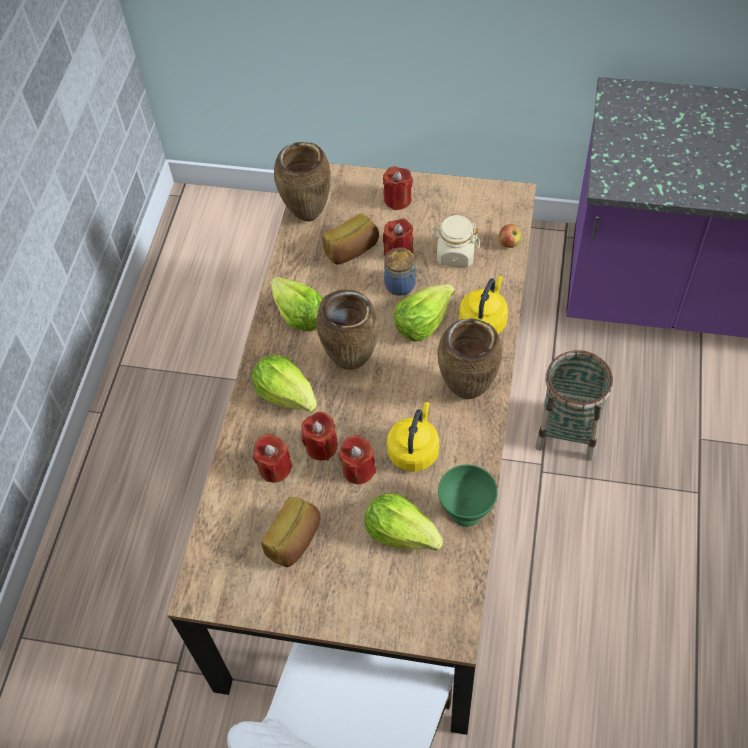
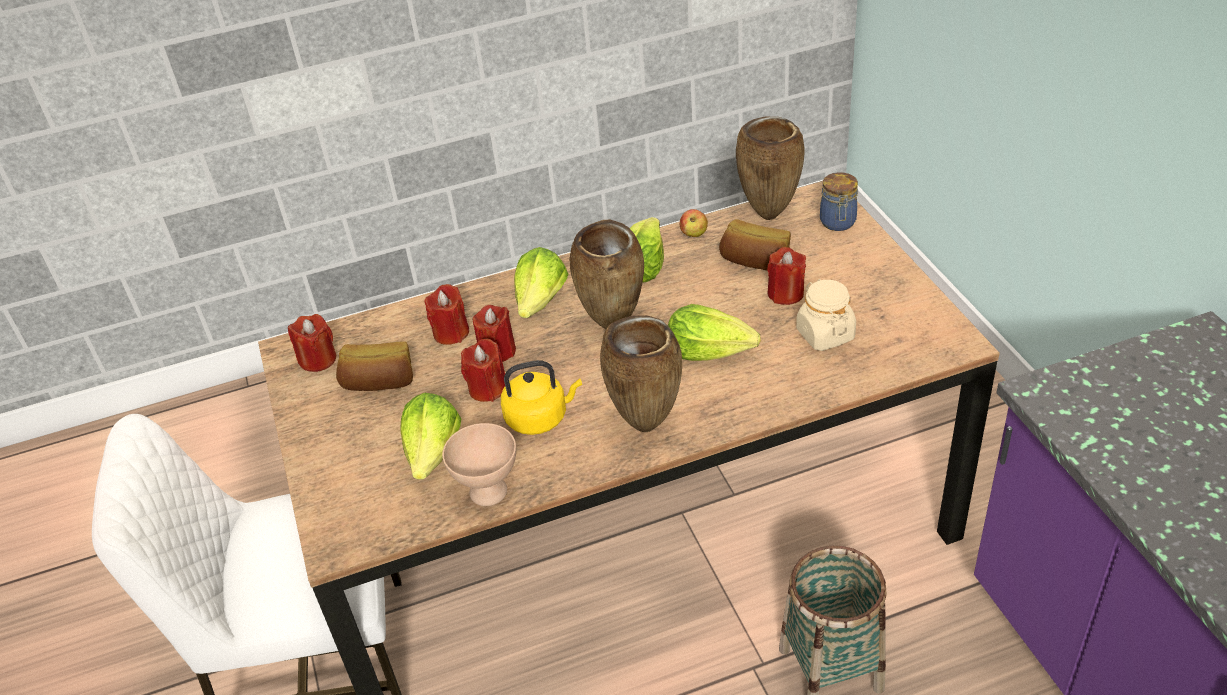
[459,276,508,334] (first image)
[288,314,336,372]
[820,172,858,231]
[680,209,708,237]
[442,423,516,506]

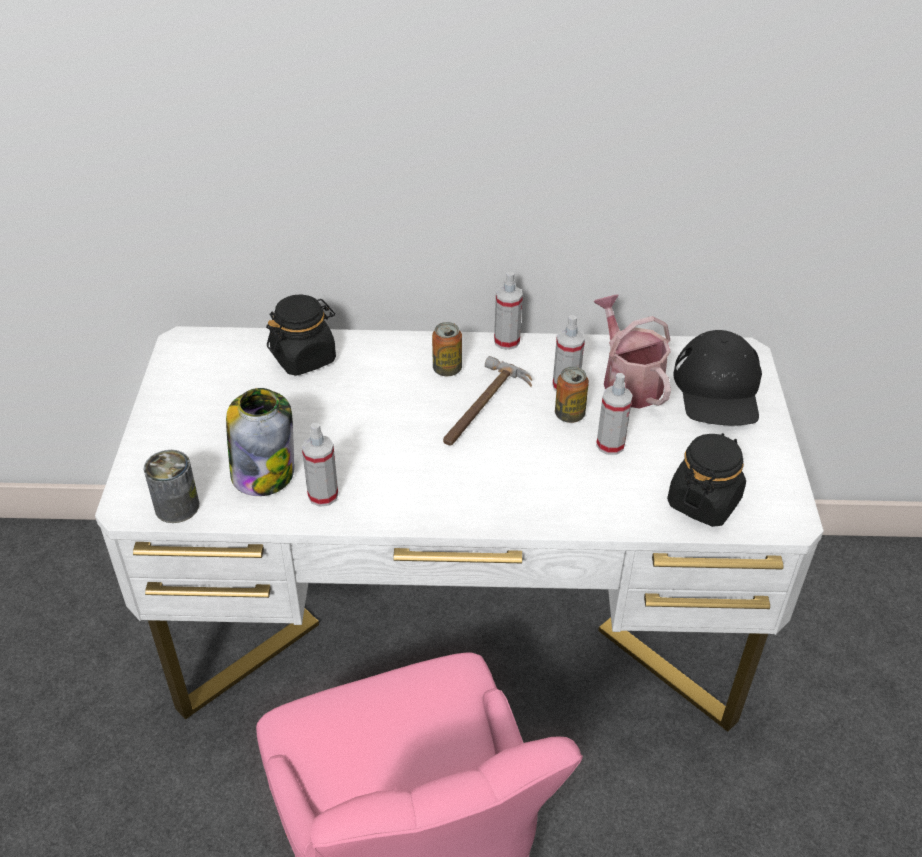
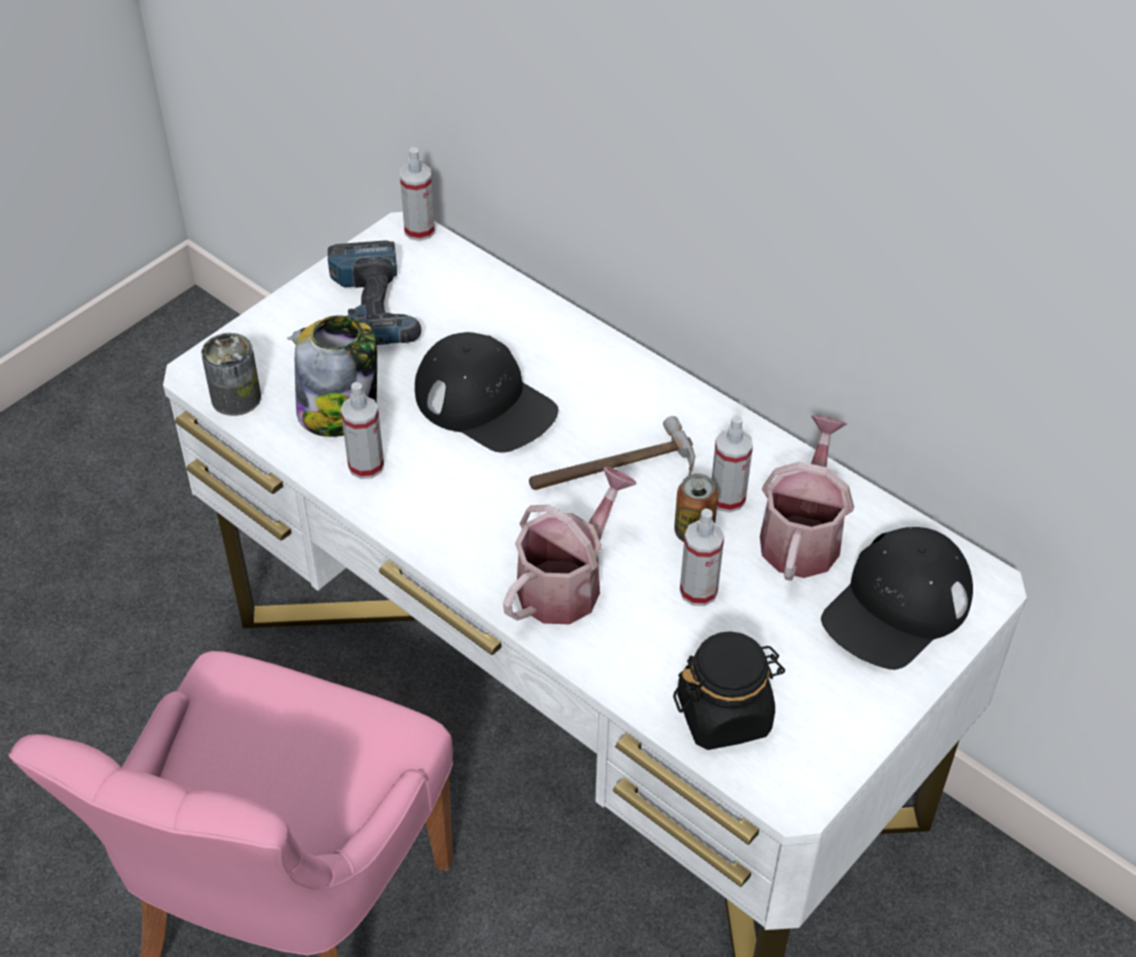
[266,294,336,376] (first image)
[432,322,462,376] (first image)
[288,240,421,345]
[415,332,558,453]
[503,467,636,624]
[400,147,435,241]

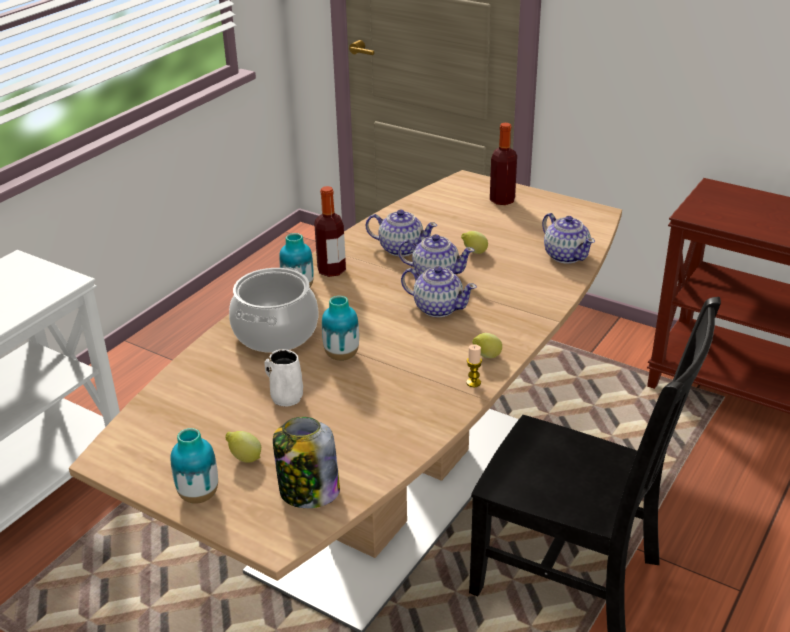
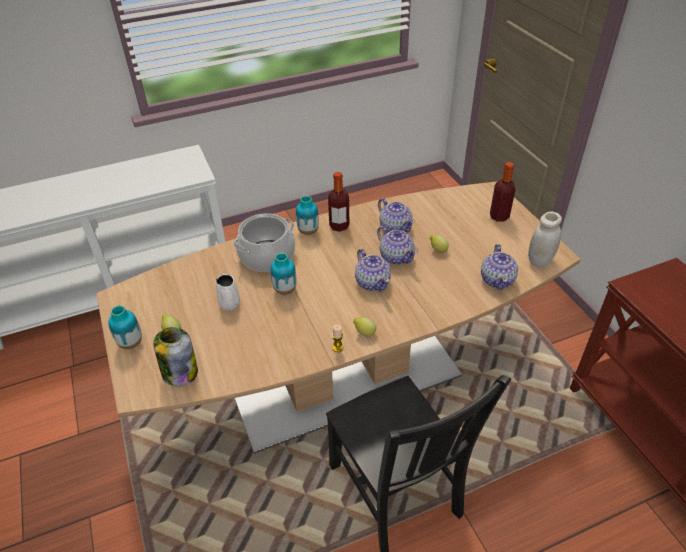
[528,212,562,268]

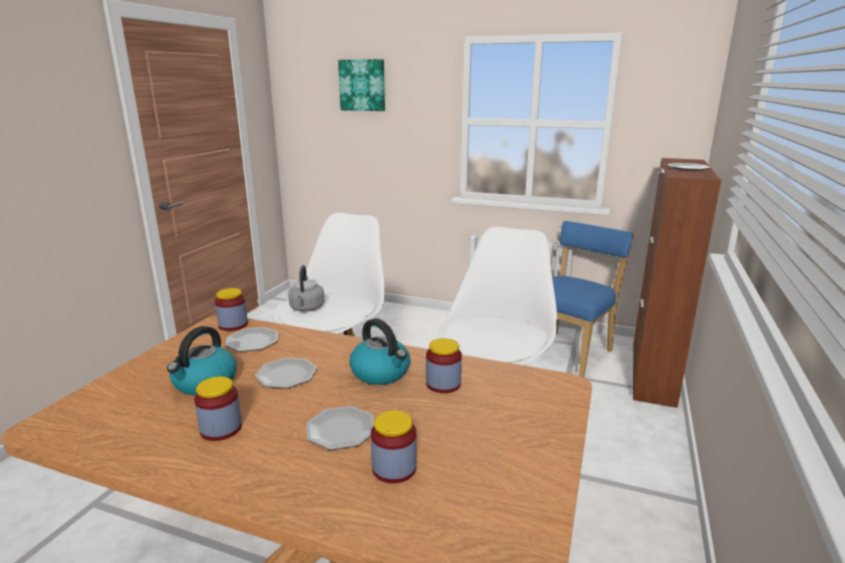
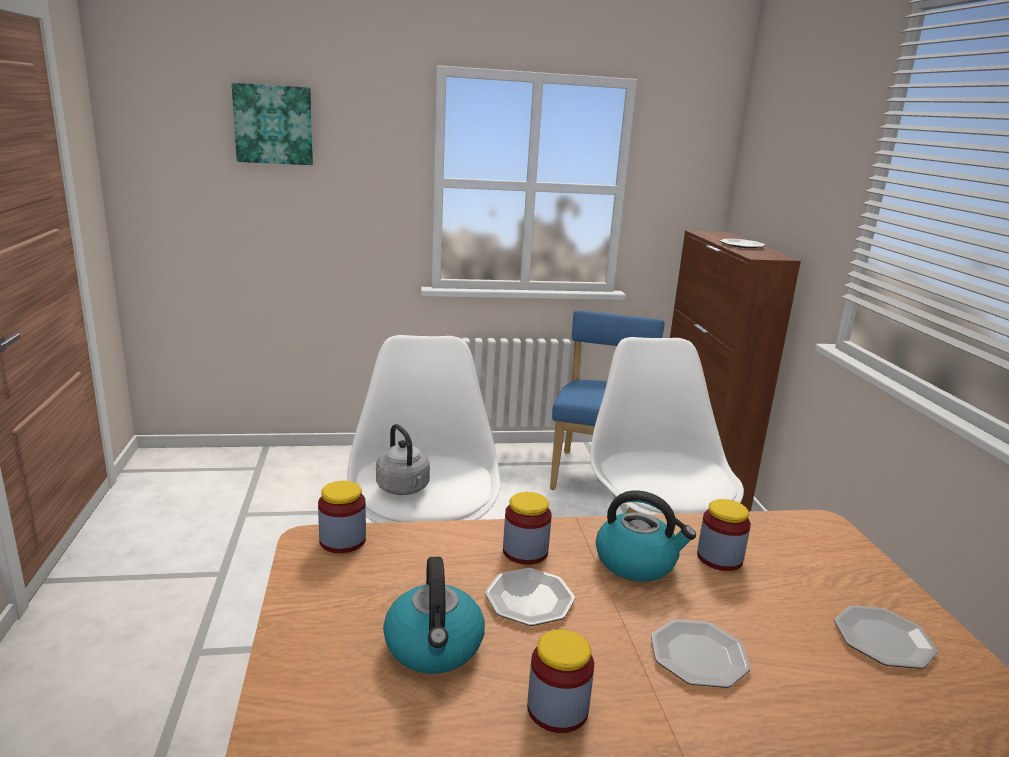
[834,605,938,669]
[503,492,552,565]

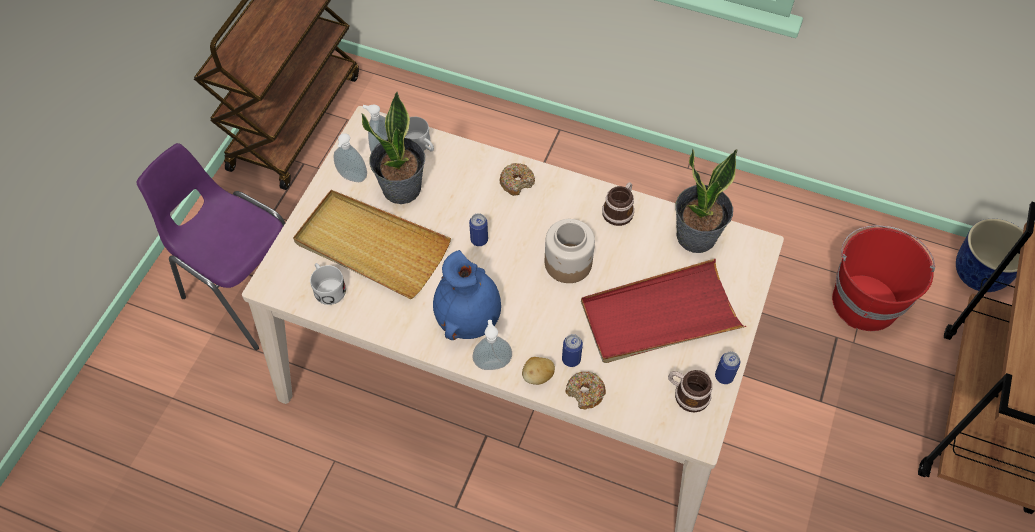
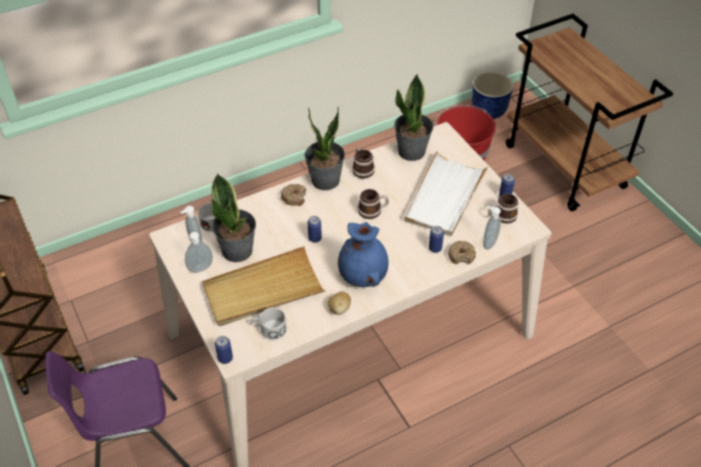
[215,336,233,364]
[305,107,345,190]
[483,206,501,250]
[328,291,351,315]
[358,189,389,219]
[404,151,489,236]

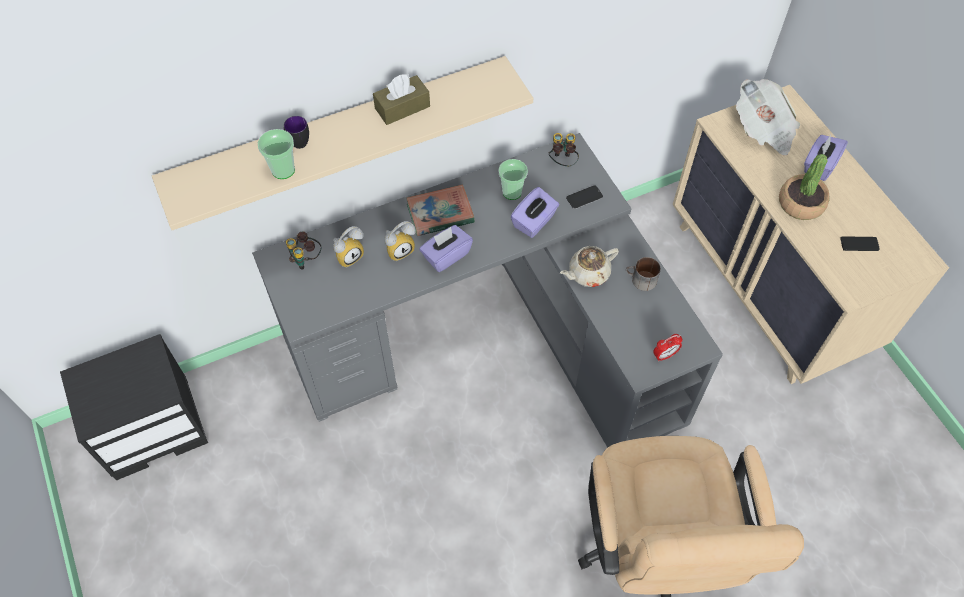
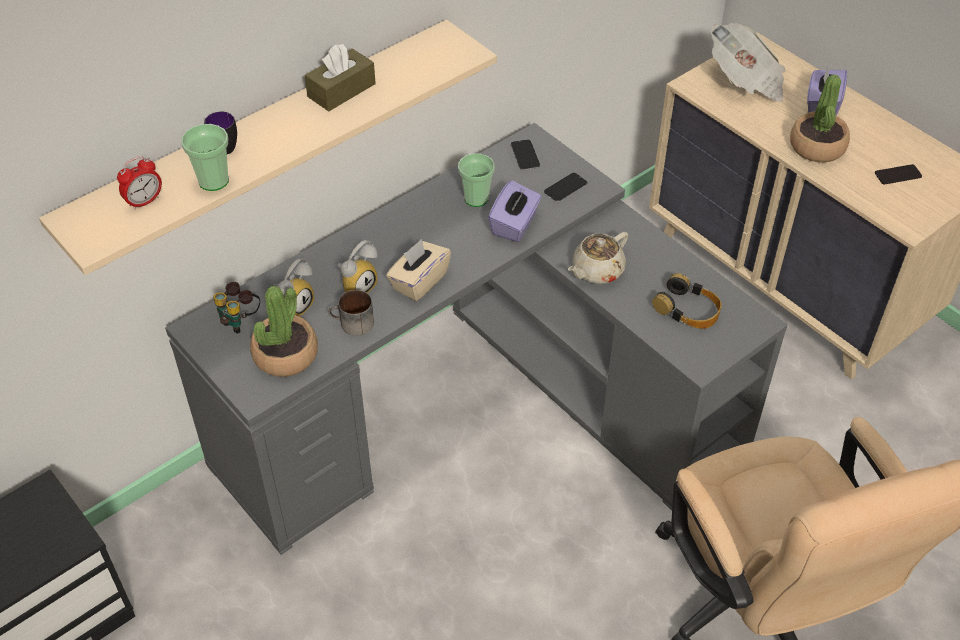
[406,184,475,236] (first image)
[250,286,318,377]
[652,273,722,329]
[328,290,374,336]
[117,156,162,210]
[511,140,540,170]
[386,239,451,301]

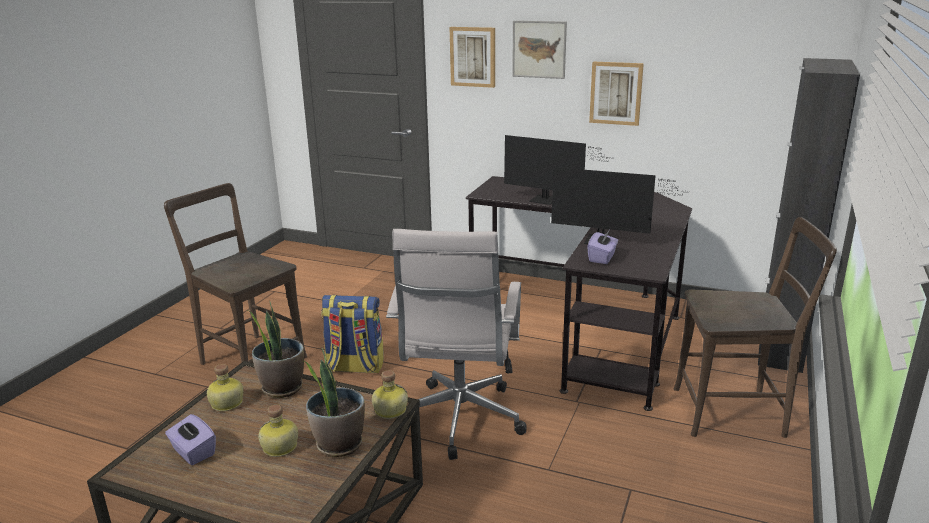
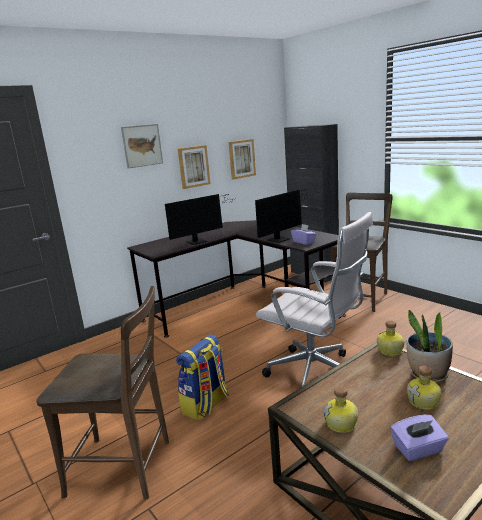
[248,302,304,398] (first image)
[228,139,256,180]
[36,286,169,500]

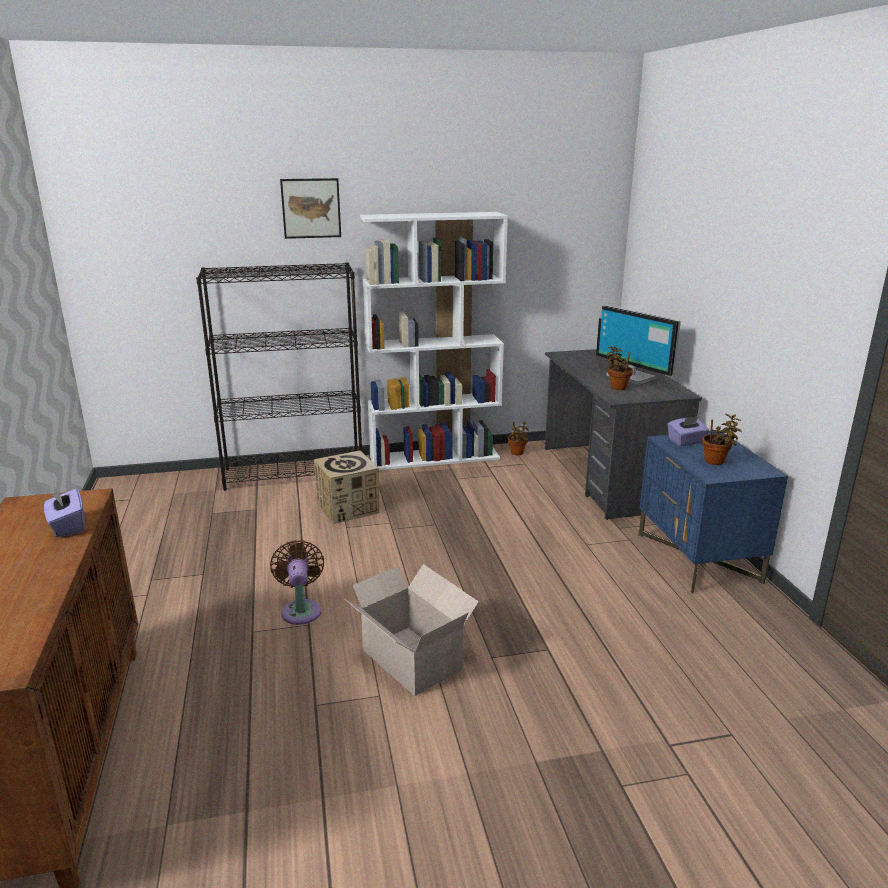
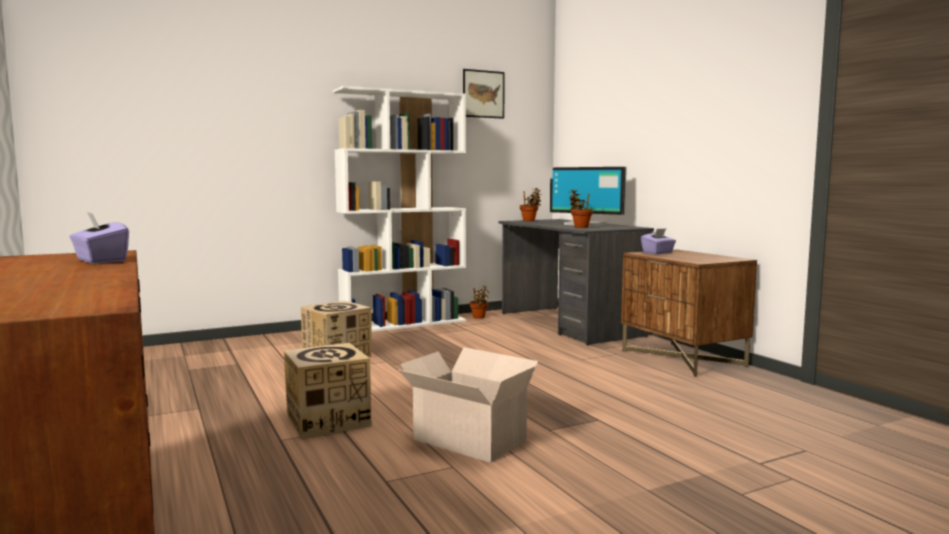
[196,262,362,491] (first image)
[463,69,505,119]
[520,188,543,221]
[284,343,372,439]
[621,249,757,377]

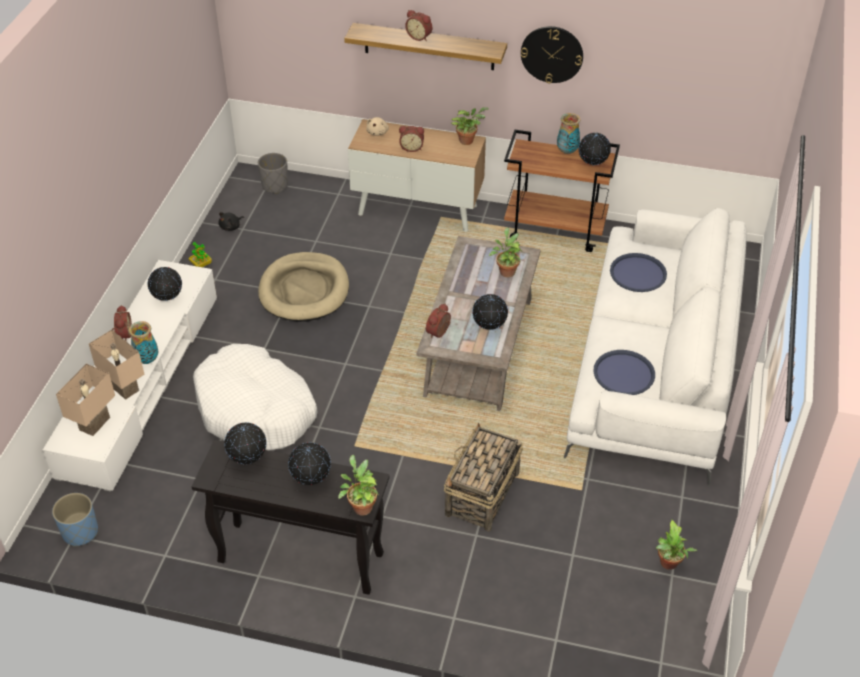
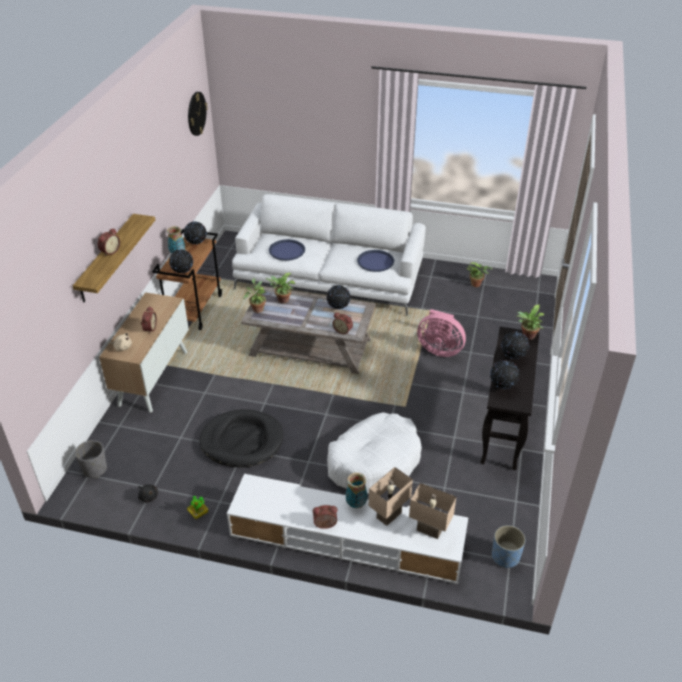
[169,249,193,273]
[243,278,267,313]
[188,92,208,136]
[417,309,466,357]
[199,409,283,467]

